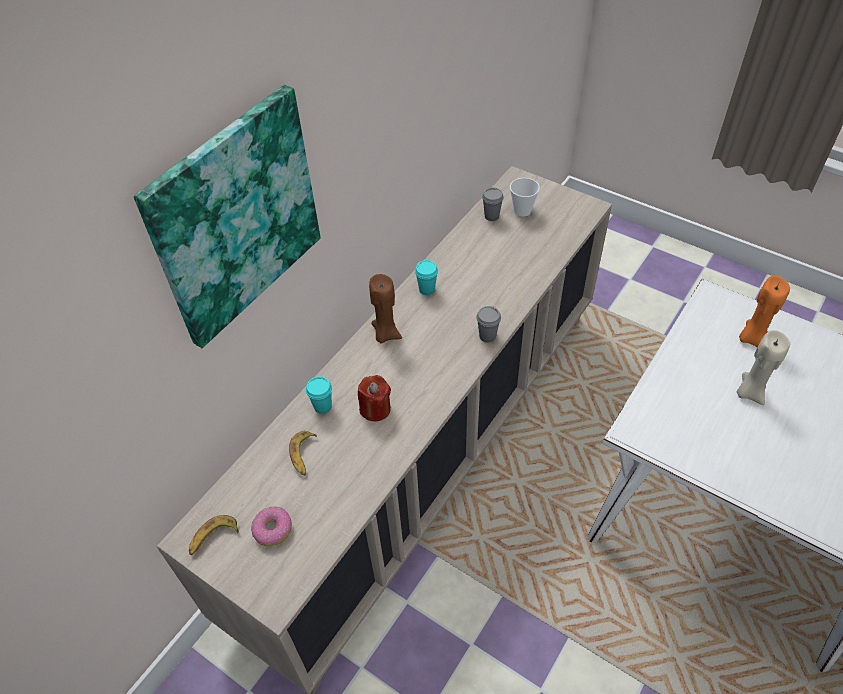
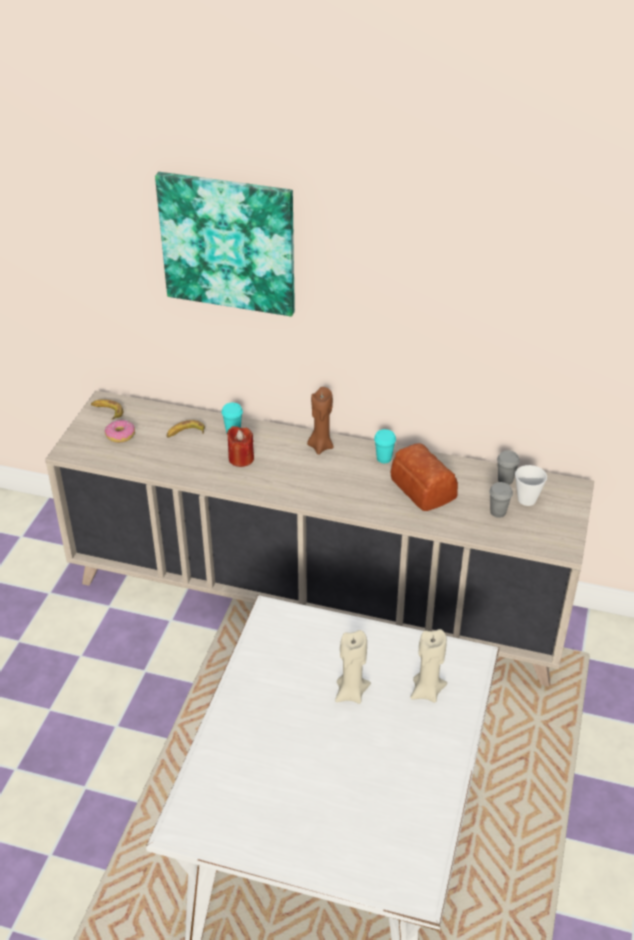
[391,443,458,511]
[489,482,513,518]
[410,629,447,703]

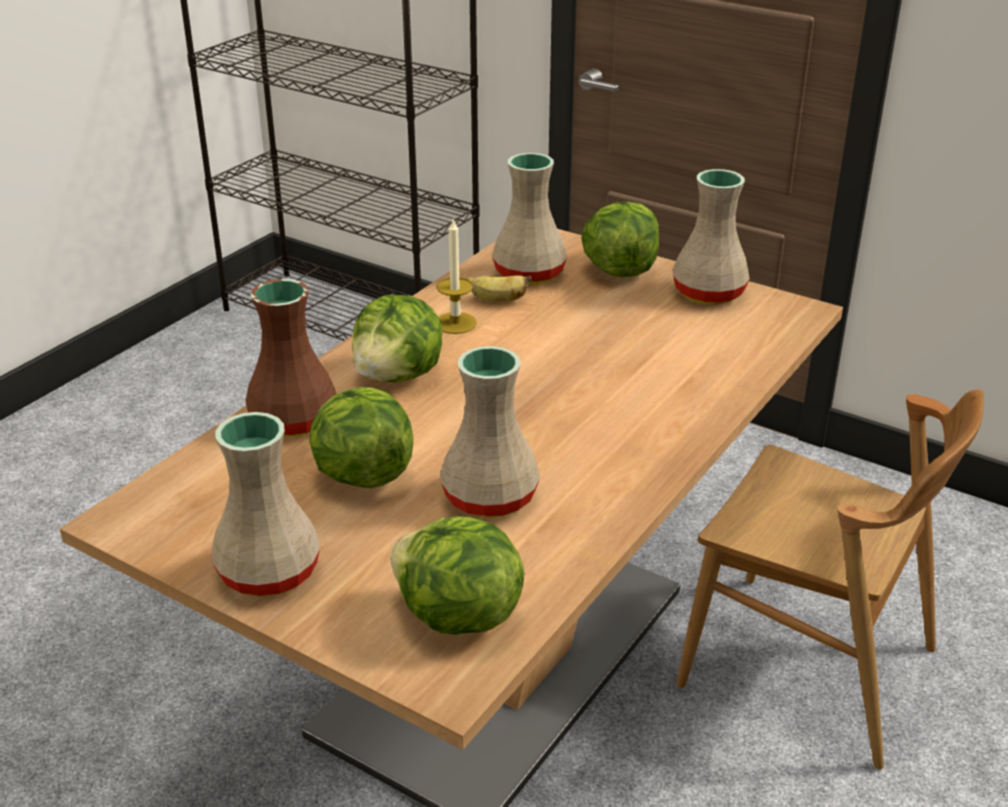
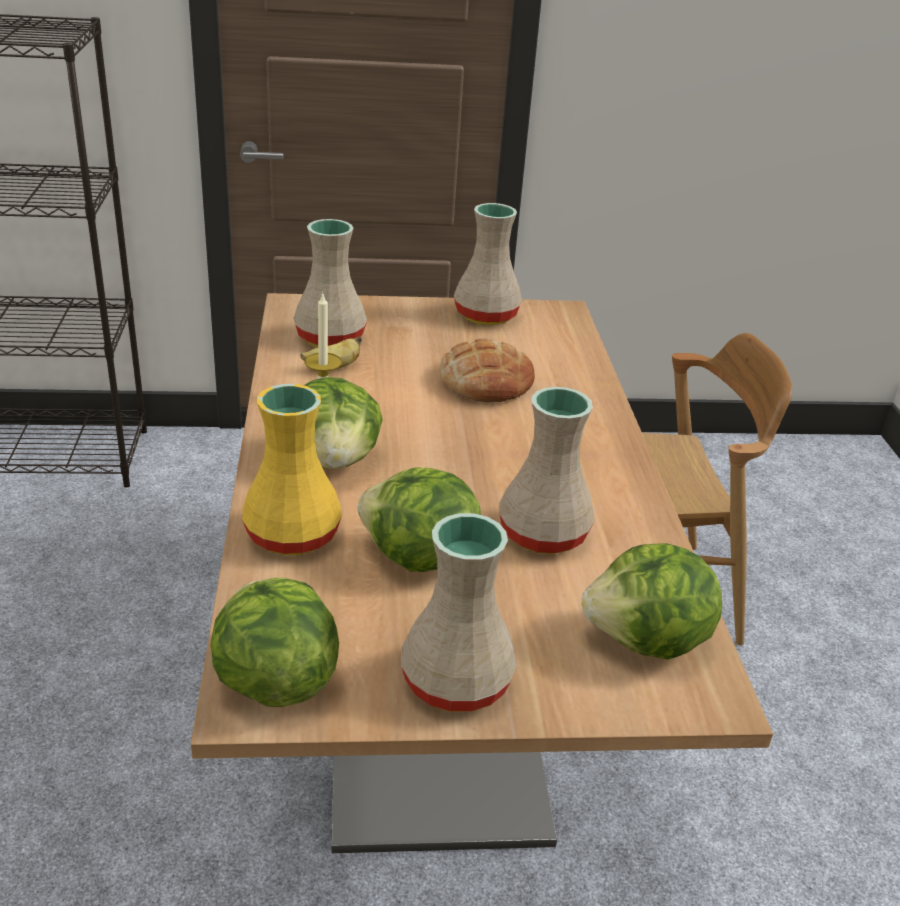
[439,338,535,402]
[211,578,339,707]
[242,384,342,555]

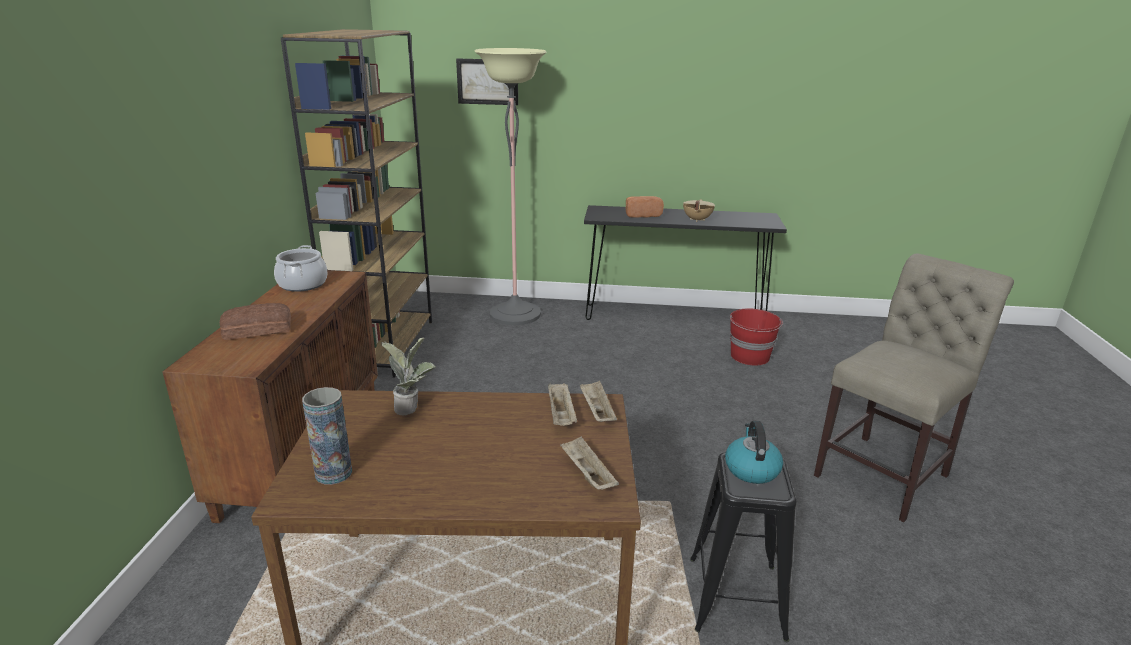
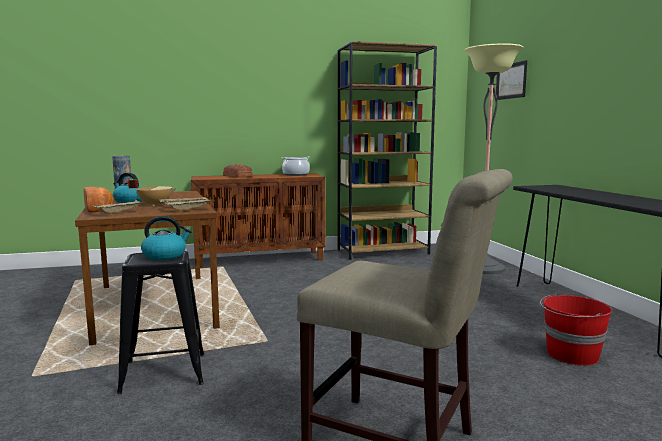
[381,337,436,416] (first image)
[113,173,142,203]
[84,187,113,213]
[128,180,176,206]

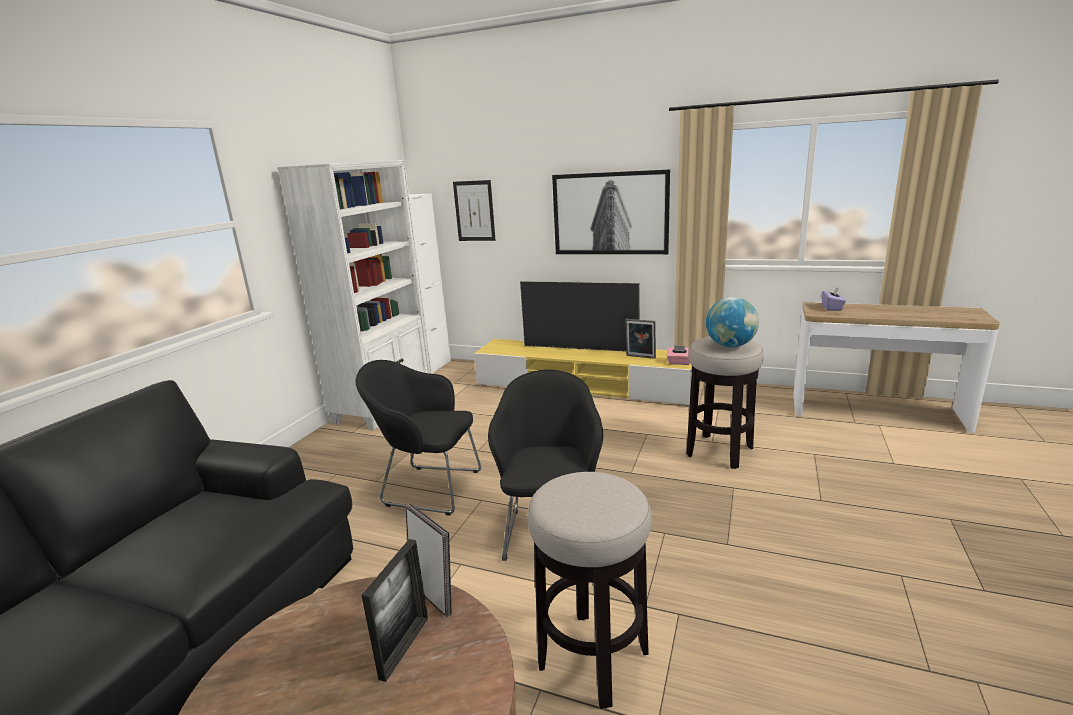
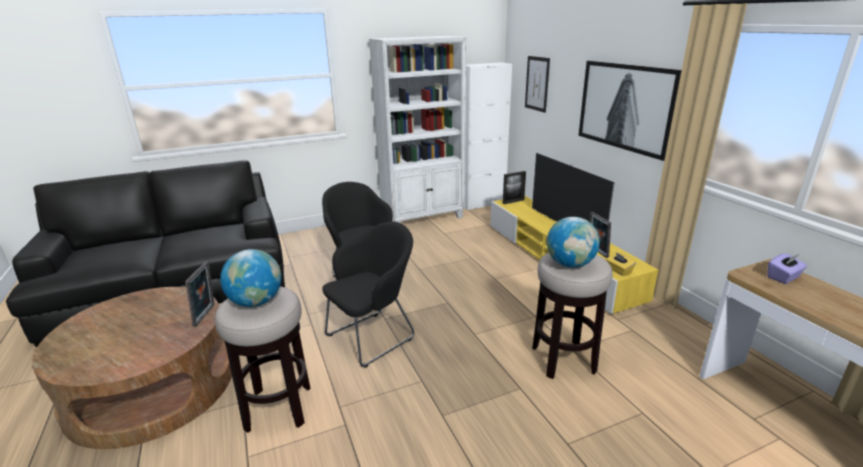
[220,249,282,307]
[503,171,526,204]
[606,252,636,276]

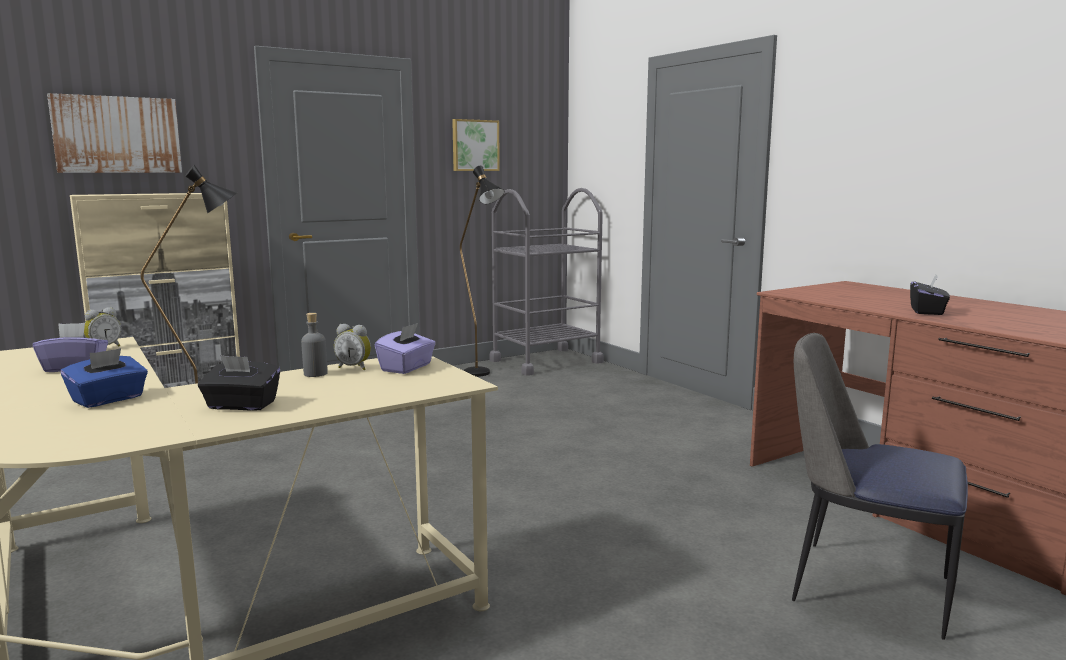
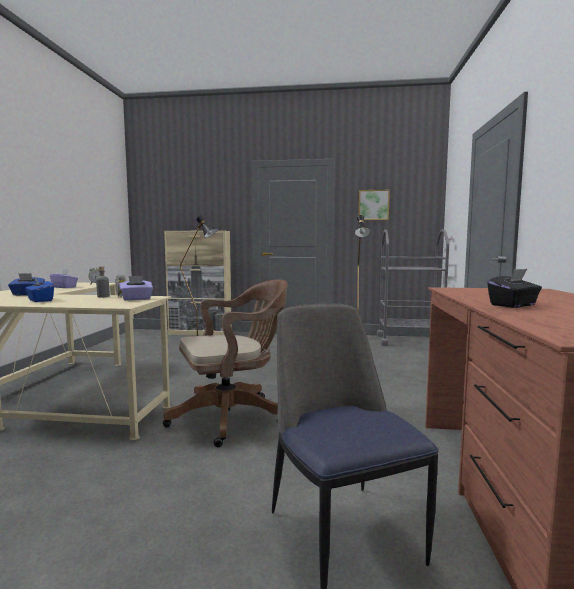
[47,93,182,173] (first image)
[163,280,288,447]
[25,277,54,302]

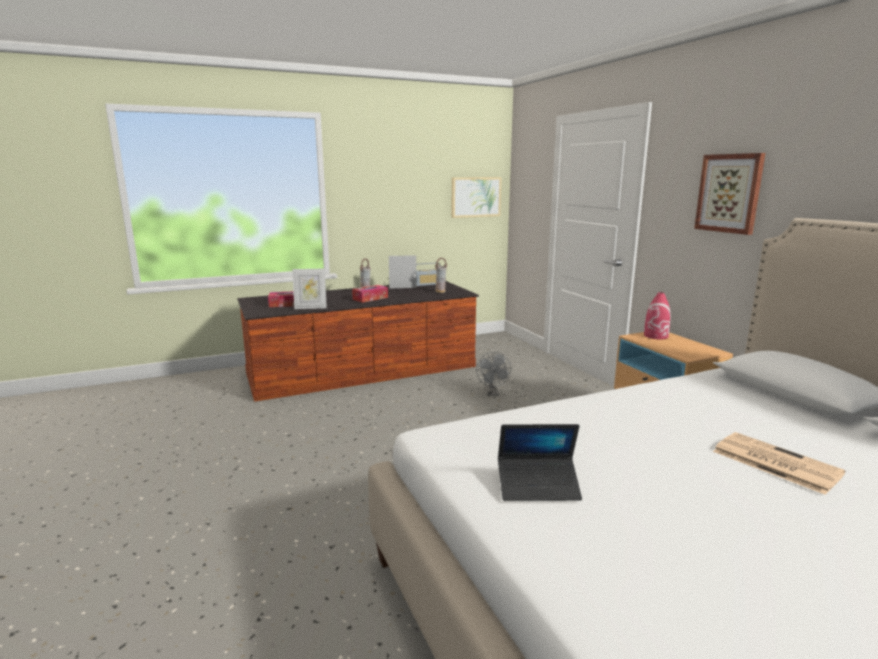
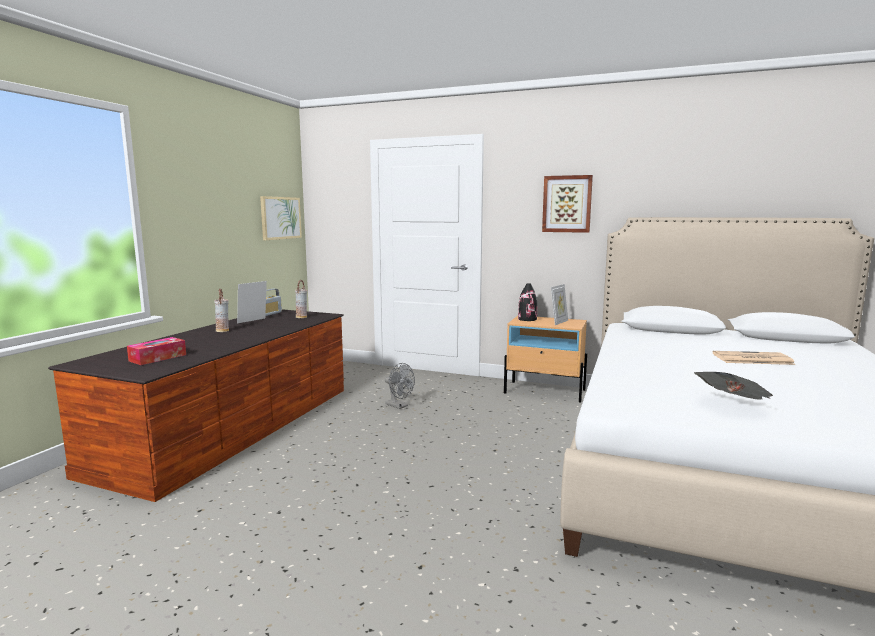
[352,285,388,303] (first image)
[551,284,568,325]
[694,372,773,399]
[518,283,537,321]

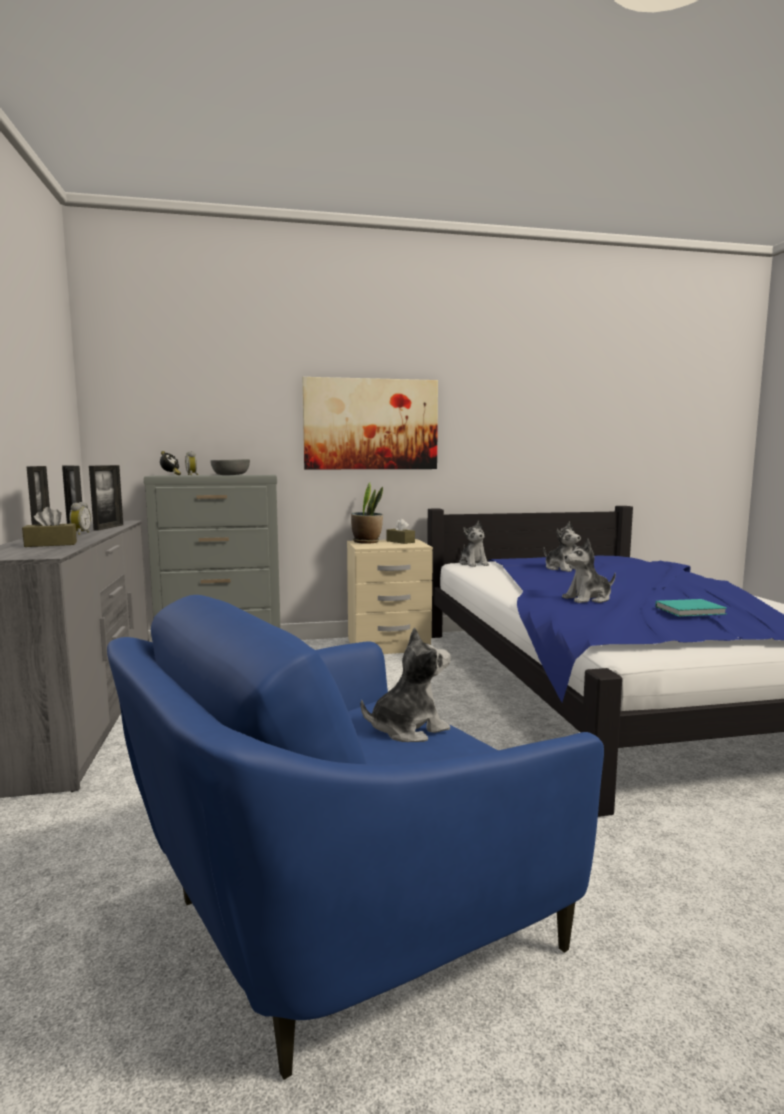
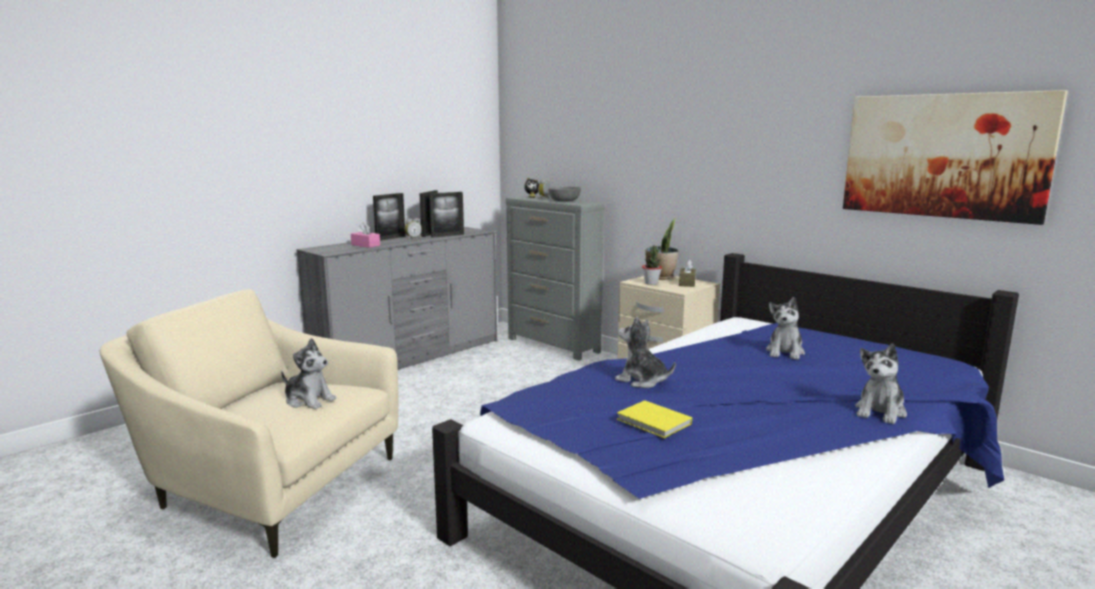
[642,245,662,285]
[843,90,1068,225]
[855,344,907,424]
[351,223,380,248]
[100,289,398,558]
[617,400,692,438]

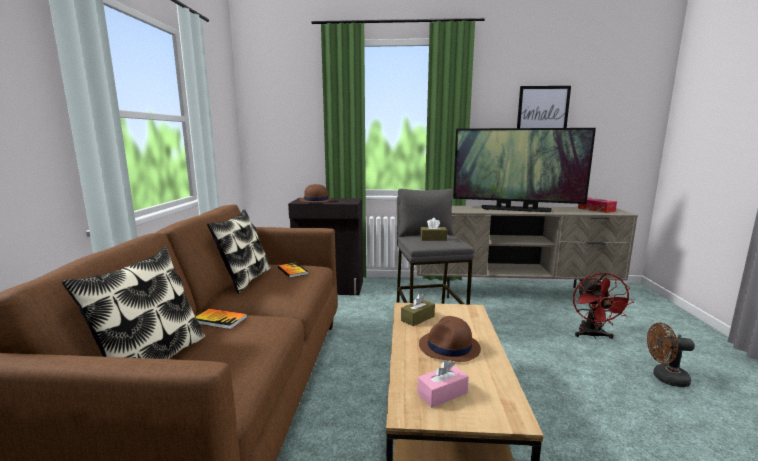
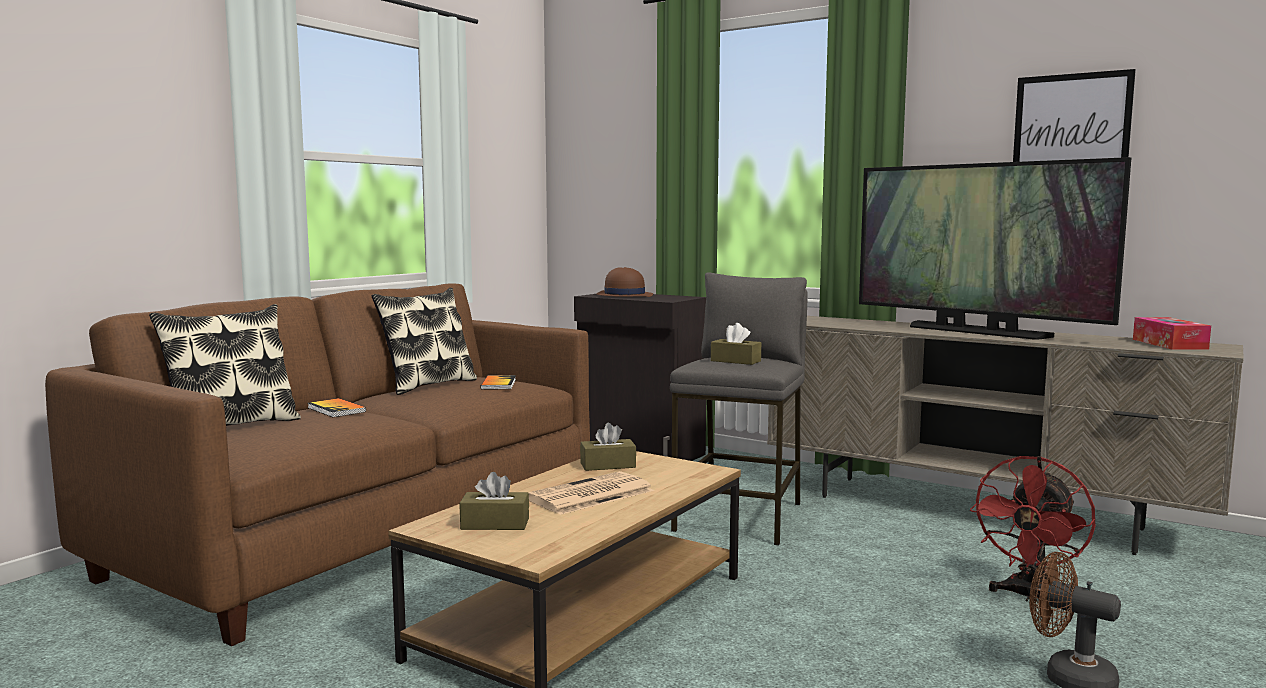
[528,471,654,515]
[460,472,529,530]

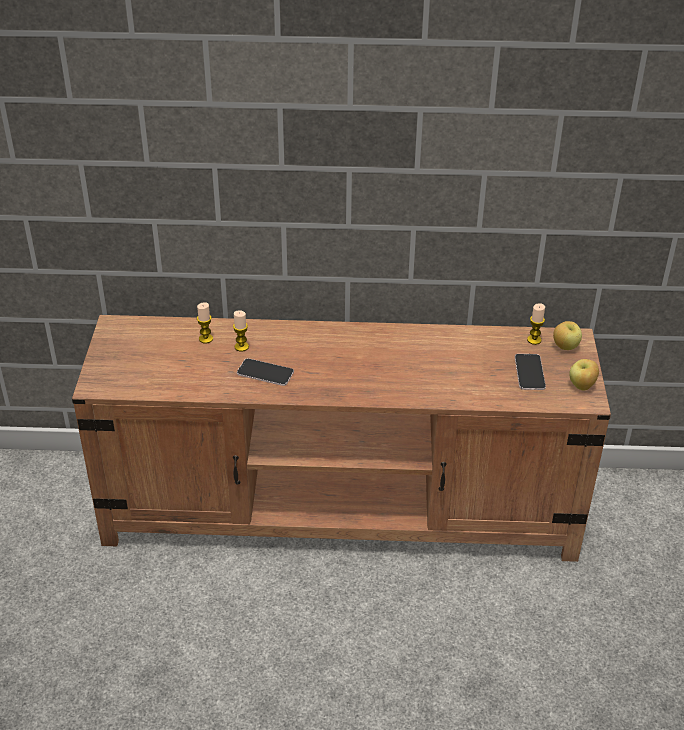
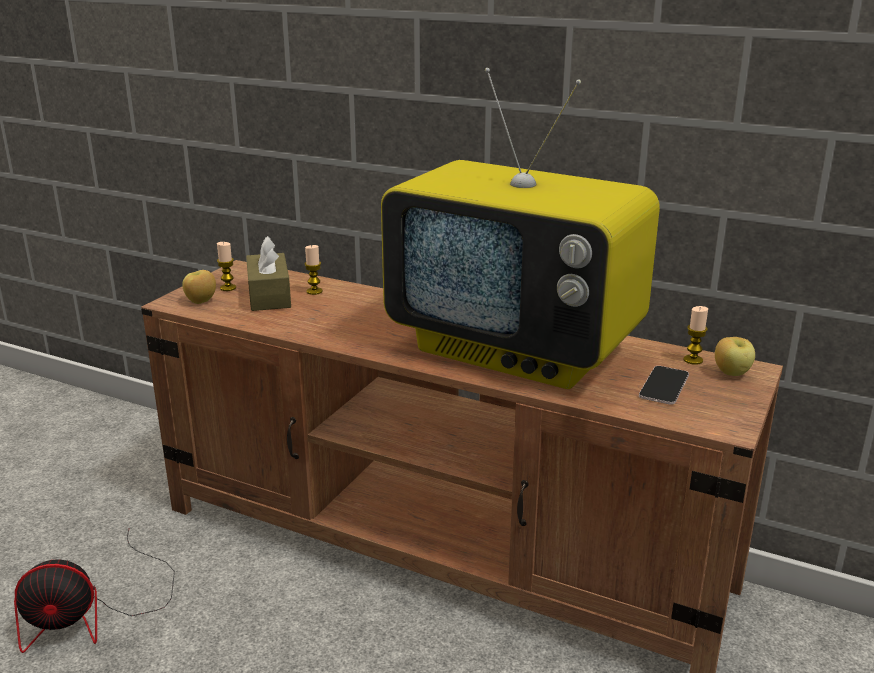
[237,358,294,386] (first image)
[14,529,175,653]
[246,236,291,311]
[381,68,660,389]
[217,242,236,291]
[182,270,216,304]

